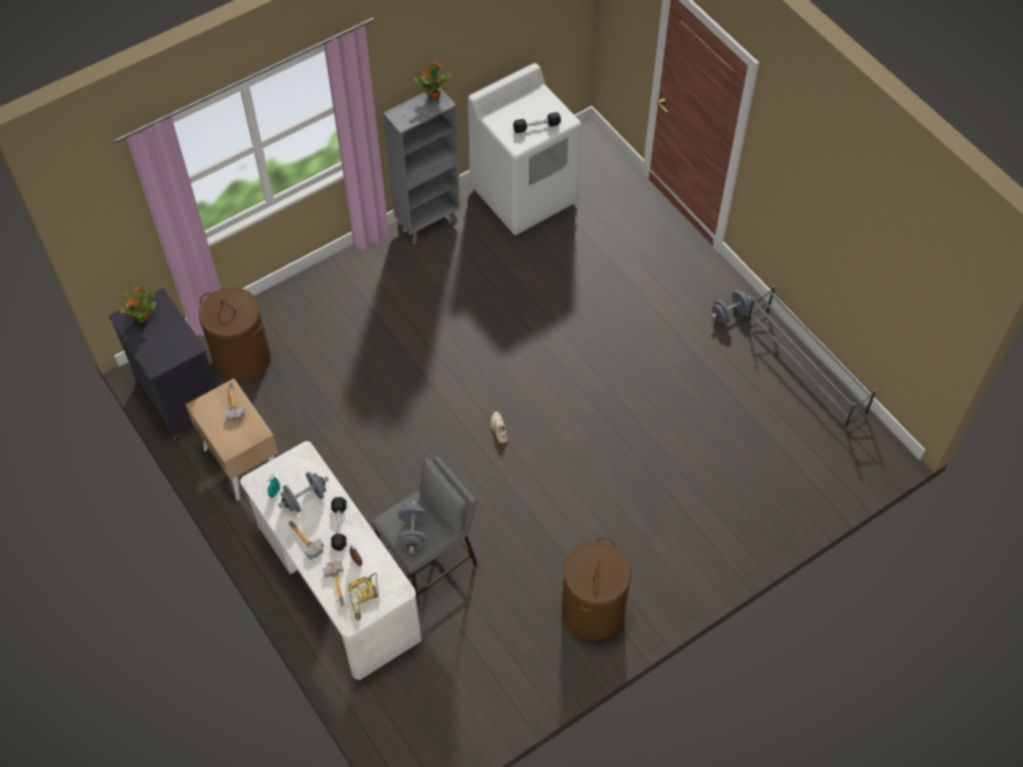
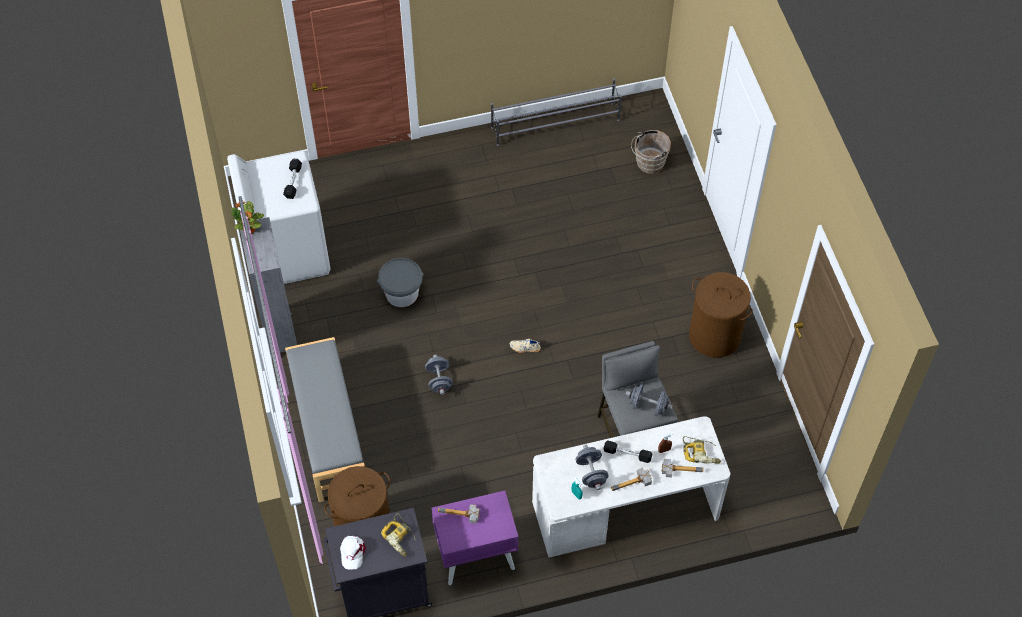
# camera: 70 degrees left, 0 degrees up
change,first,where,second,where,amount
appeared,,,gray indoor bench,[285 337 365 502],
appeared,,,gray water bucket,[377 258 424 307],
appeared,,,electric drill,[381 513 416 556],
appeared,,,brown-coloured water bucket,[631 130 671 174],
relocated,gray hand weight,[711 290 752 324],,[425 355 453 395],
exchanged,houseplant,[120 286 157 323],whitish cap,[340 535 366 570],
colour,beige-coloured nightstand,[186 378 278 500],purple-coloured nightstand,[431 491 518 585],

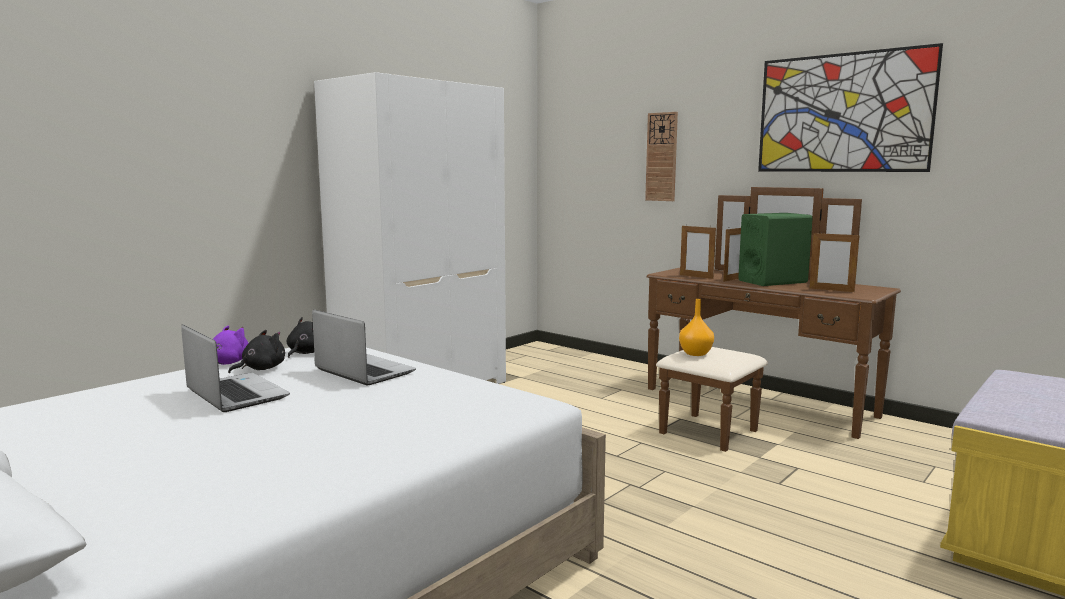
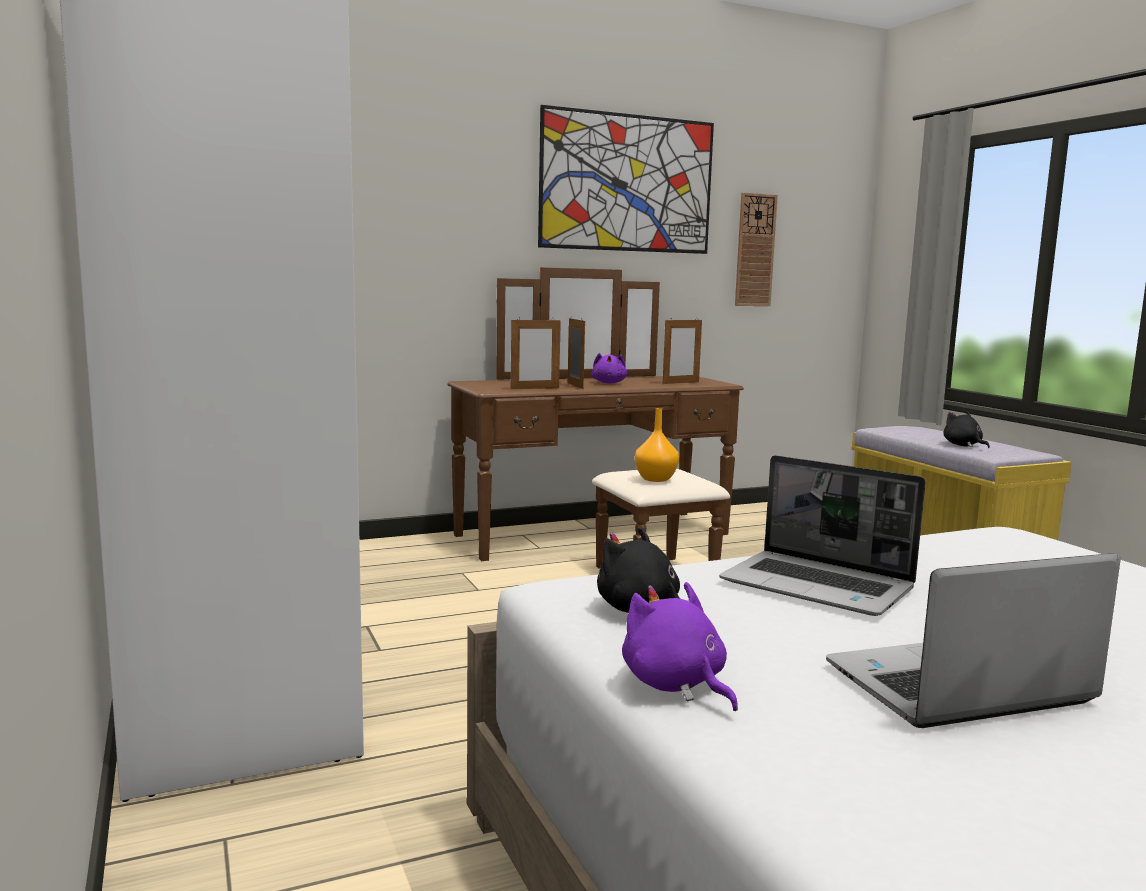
# camera: 65 degrees left, 0 degrees up
change,first,where,second,where,amount
relocated,black cuddly toy,[228 330 285 373],,[943 411 990 448],
relocated,clock on the wall,[645 112 678 201],,[735 192 778 306],
exchanged,green-coloured speaker,[738 213 813 286],purple-coloured cuddly toy,[592 353 627 383],
spun,portable computer,[312 310 416 385],,[719 455 926 616],120 degrees counterclockwise

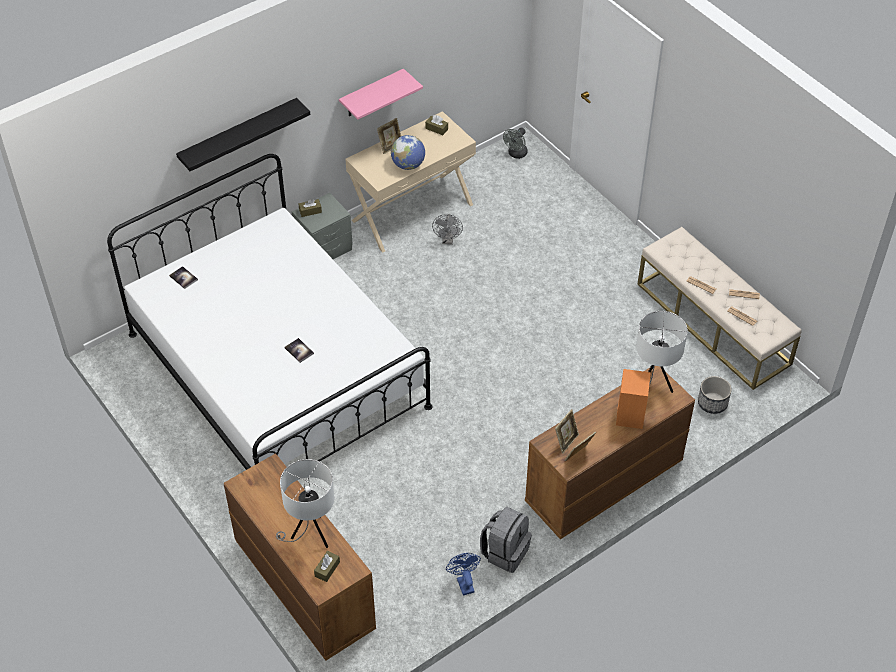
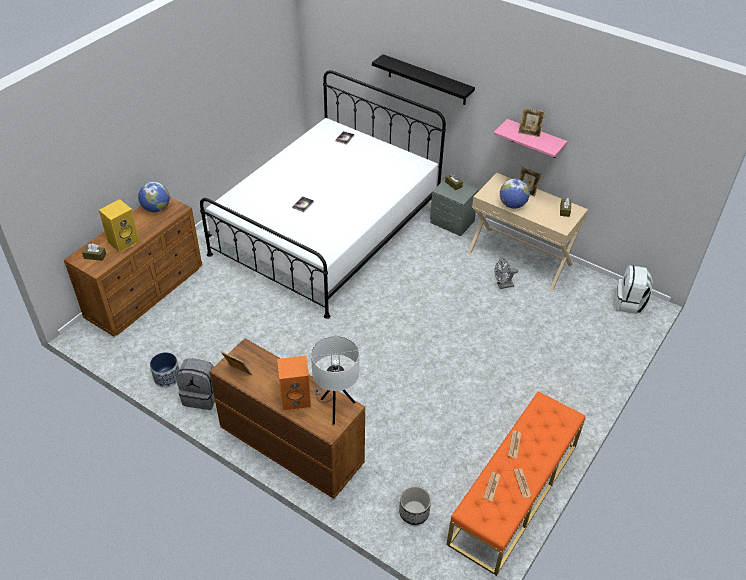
# camera: 70 degrees right, 5 degrees down
change,first,where,second,where,amount
appeared,,,desk globe,[138 182 170 212],
relocated,photo frame,[555 409 579 454],,[518 108 545 137],
exchanged,whitish tabletop lamp,[276 459 334 548],yellow speaker,[99 199 140 252],
exchanged,blue-coloured electric fan,[446 553 481 596],planter,[150 352 179 388],
exchanged,gray electric fan,[503 128 528 159],whitish backpack,[615 265 653 314],
colour,beige-coloured indoor bench,[637 227 802 390],orange-coloured indoor bench,[447 391 586 576],

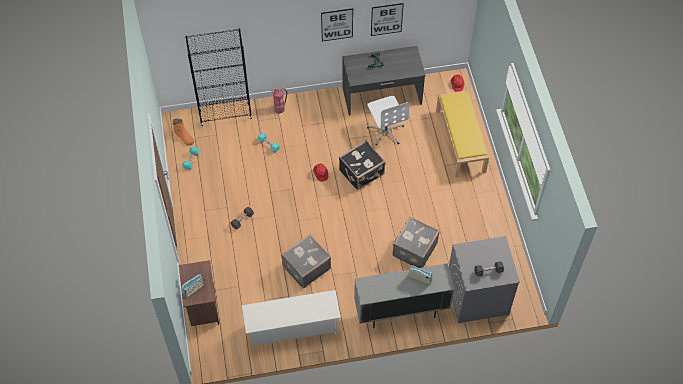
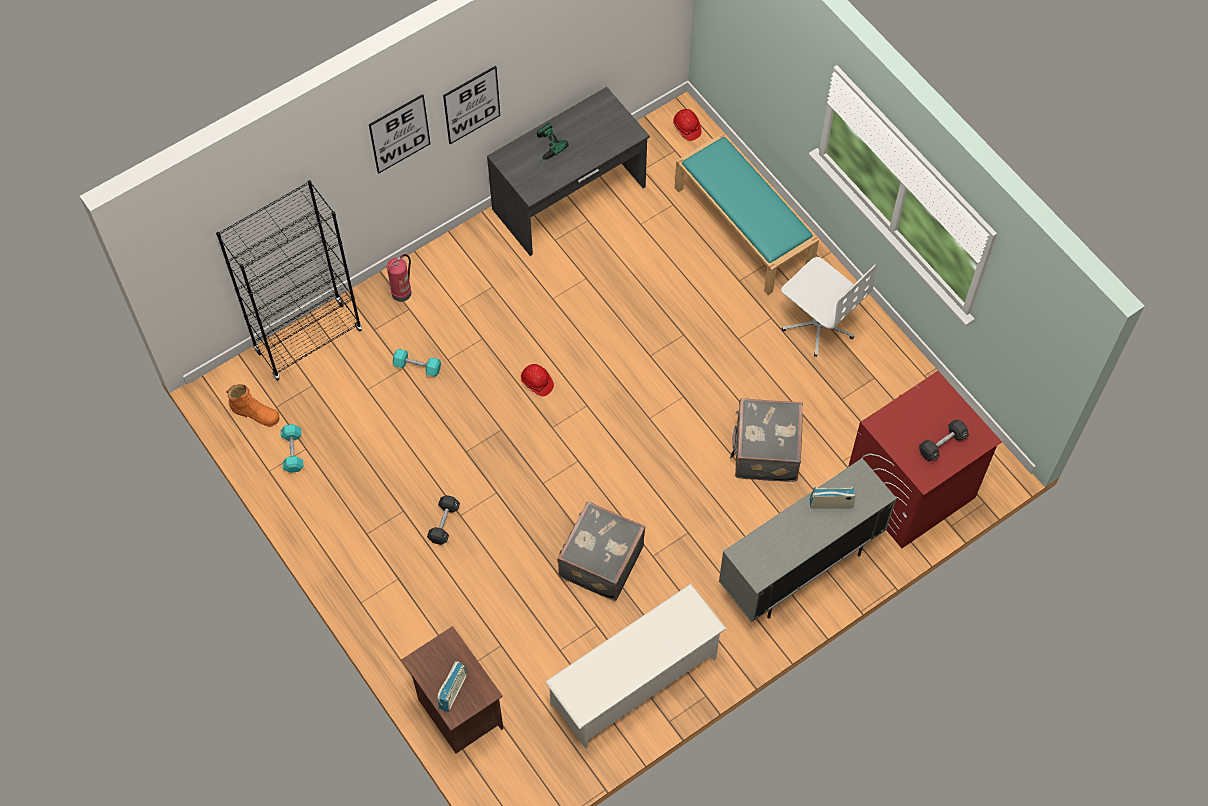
# camera: 25 degrees left, 5 degrees up
change,first,where,second,where,amount
missing,black travel case,[339 140 386 190],,,
relocated,whitish computer chair,[367 96 409 145],,[781 257 876 357],
relocated,picture,[371 3 404 36],,[369 94 430 174],
colour,yellow indoor bench,[436 90 489 177],turquoise-coloured indoor bench,[675 133 819 295],
colour,gray laundry appliance,[449 236 520 323],reddish laundry appliance,[848 371 1002 548],

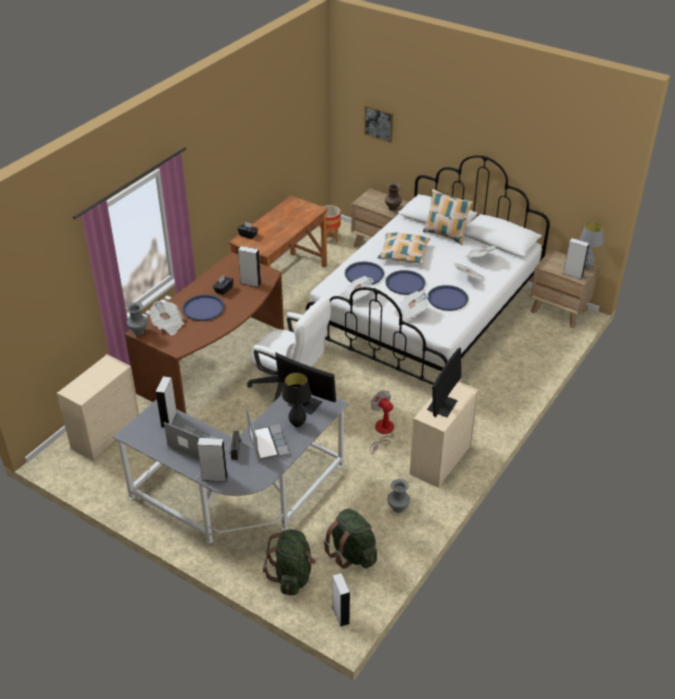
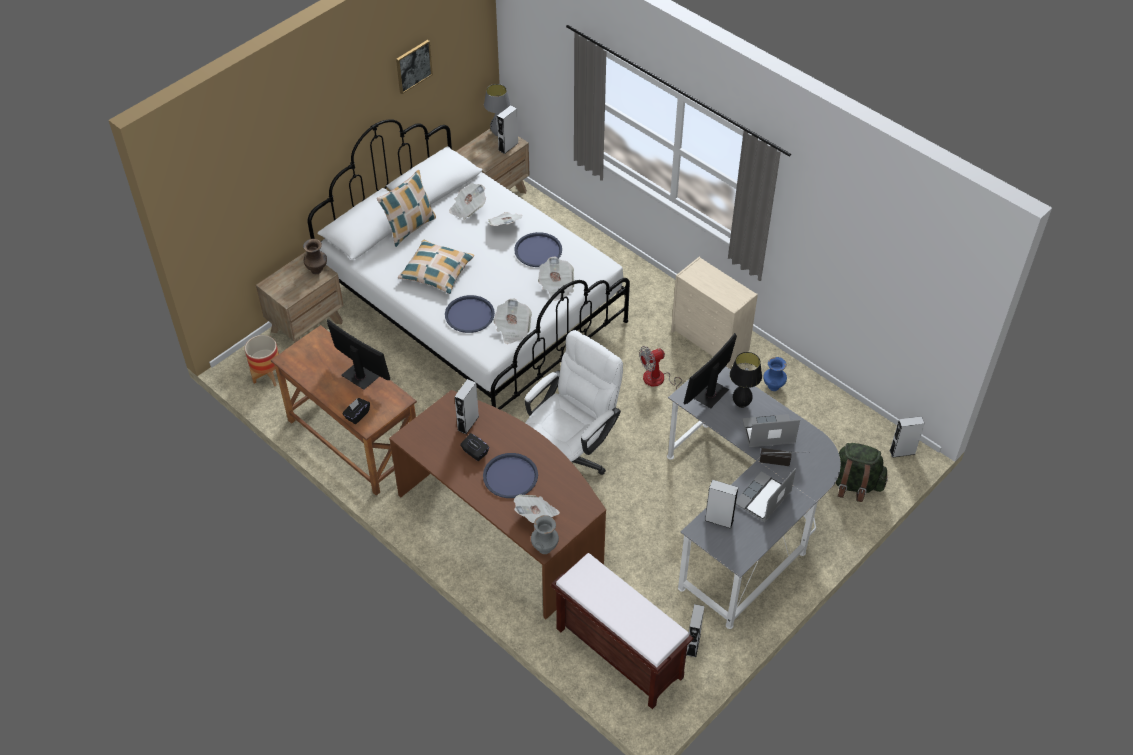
# camera: 80 degrees left, 10 degrees up
change,first,where,second,where,amount
missing,green-coloured backpack,[324 508 377 569],,,
missing,blue-coloured carrying tray,[385 270 425 295],,,
relocated,gray speaker,[197 438 228 482],,[686 604 705 657],
relocated,picture,[364 105 393 143],,[396 40 433 94],
relocated,monitor,[427 347 461 417],,[327 319 390 390],
exchanged,beige-coloured drawer chest,[57 354 139 462],brown-coloured indoor bench,[551 553 693 709],
colour,gray flower vase,[387 479 410 513],blue-coloured flower vase,[763 357 787 391],

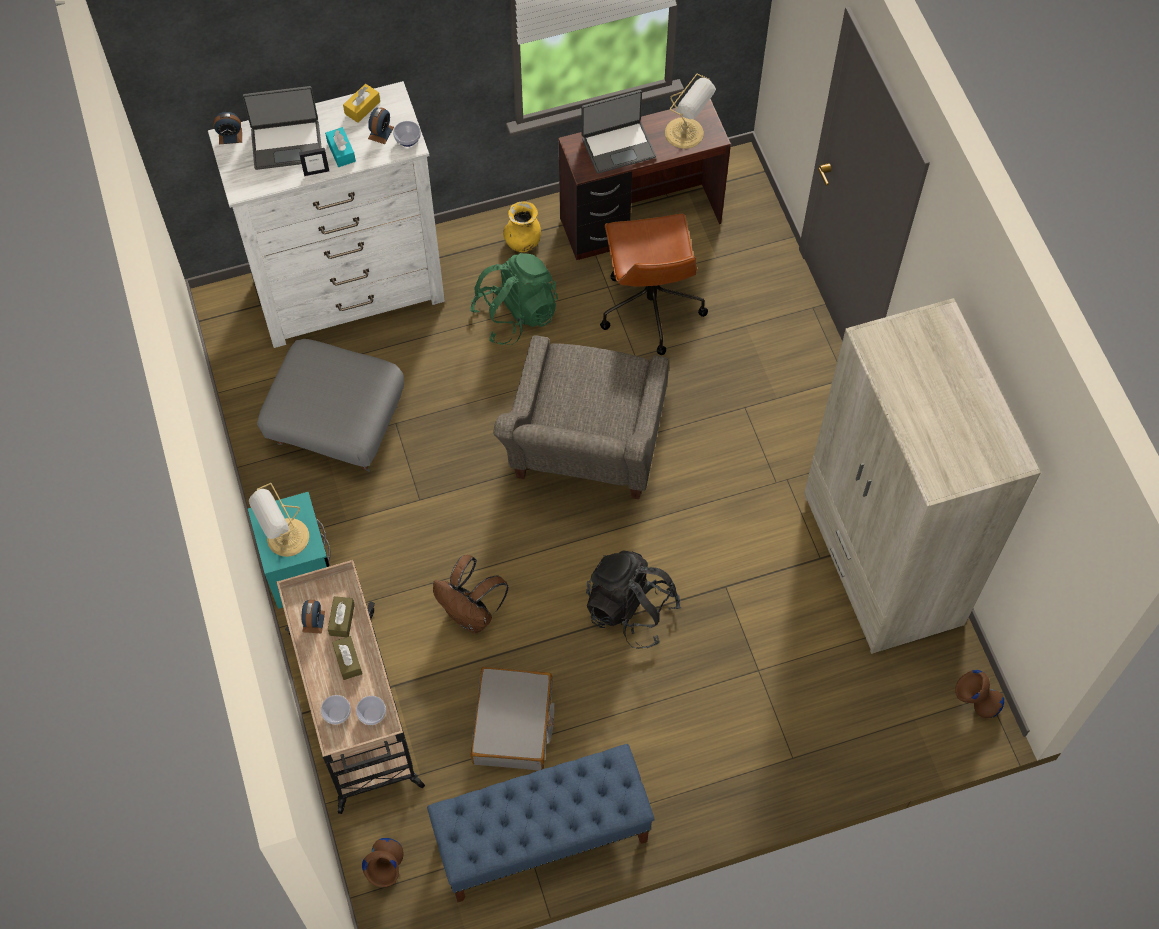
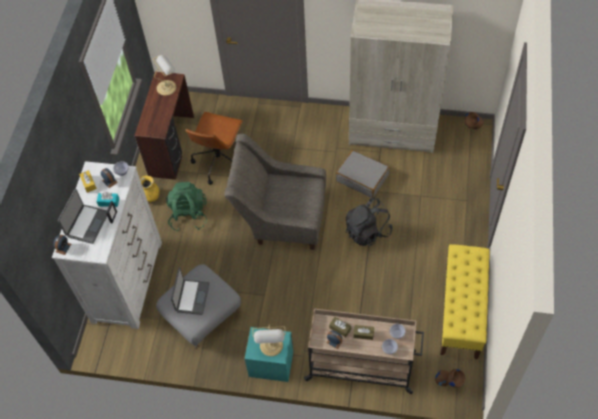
# camera: 60 degrees left, 5 degrees down
change,first,where,second,where,amount
missing,brown-coloured backpack,[433 555 509 633],,,
relocated,gray travel case,[471 667 554 770],,[336 150 390 198],
relocated,portable computer,[582 90 656 174],,[171 267 210 315],
colour,blue-coloured indoor bench,[427 744 655 903],yellow indoor bench,[440 244 490 359],
spun,gray armchair,[493 335 669 499],,[224 134 326 250],150 degrees clockwise
spun,brown-coloured computer chair,[600 214 708 355],,[185 112 243 185],90 degrees clockwise

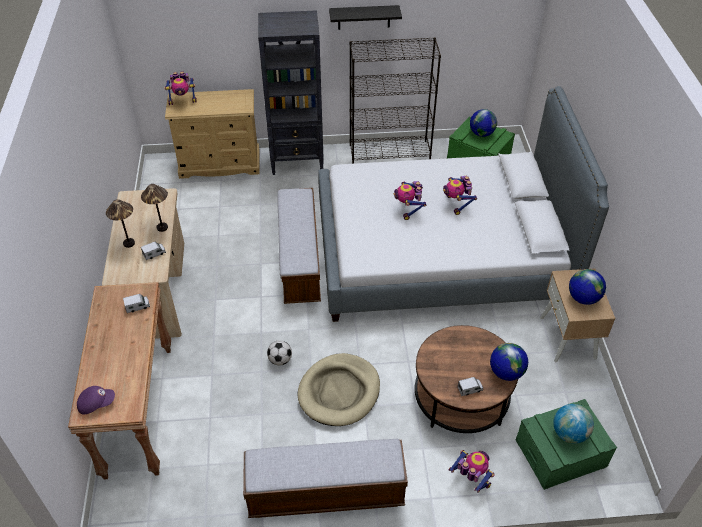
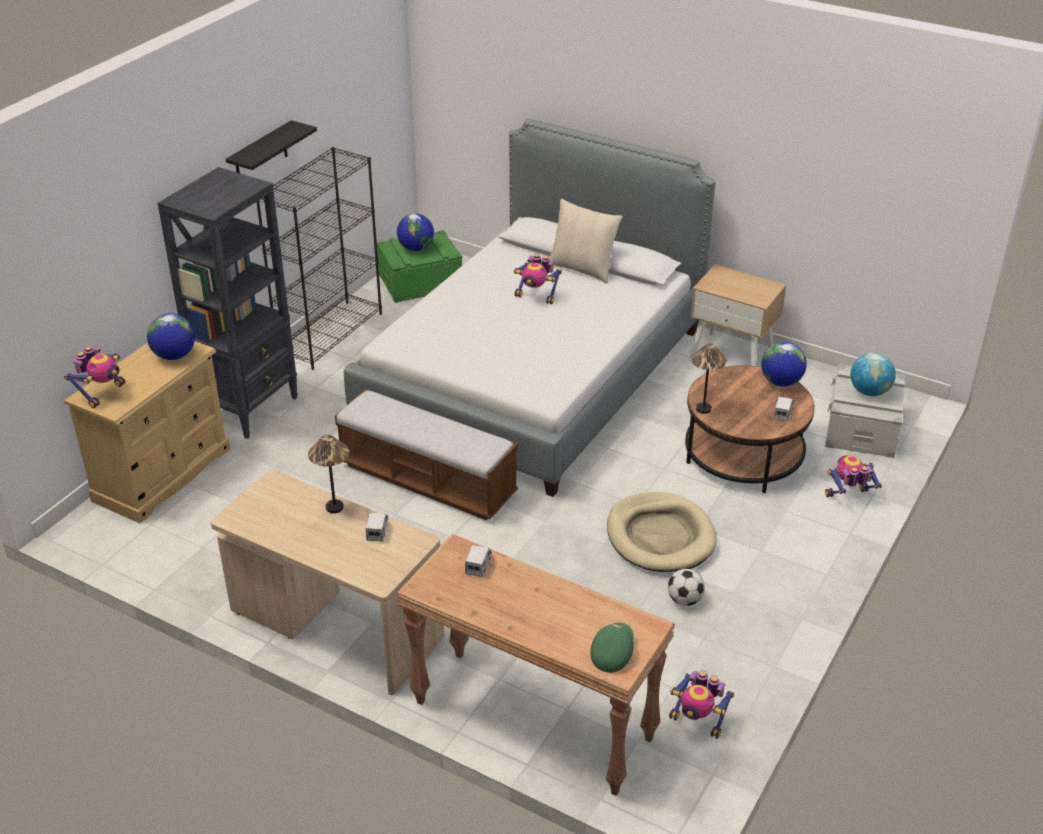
# camera: 55 degrees left, 10 degrees down
change,first,where,second,where,amount
missing,indoor bench,[243 439 408 518],,,
appeared,,,beige-coloured throw pillow,[549 199 622 283],
relocated,tabletop lamp,[106 199 135 248],,[691 344 727 414],
relocated,football,[267 340 292 365],,[668 569 705 606],
relocated,model robot,[394 181 427 220],,[669 671 734 739],
relocated,desk globe,[569 269 606 305],,[147 313 195 360],
colour,purple-coloured cap,[77 386 115 414],green-coloured cap,[590 622 634 673],
colour,green-coloured storage container,[516 399 617 490],gray storage container,[825 364 905 458],

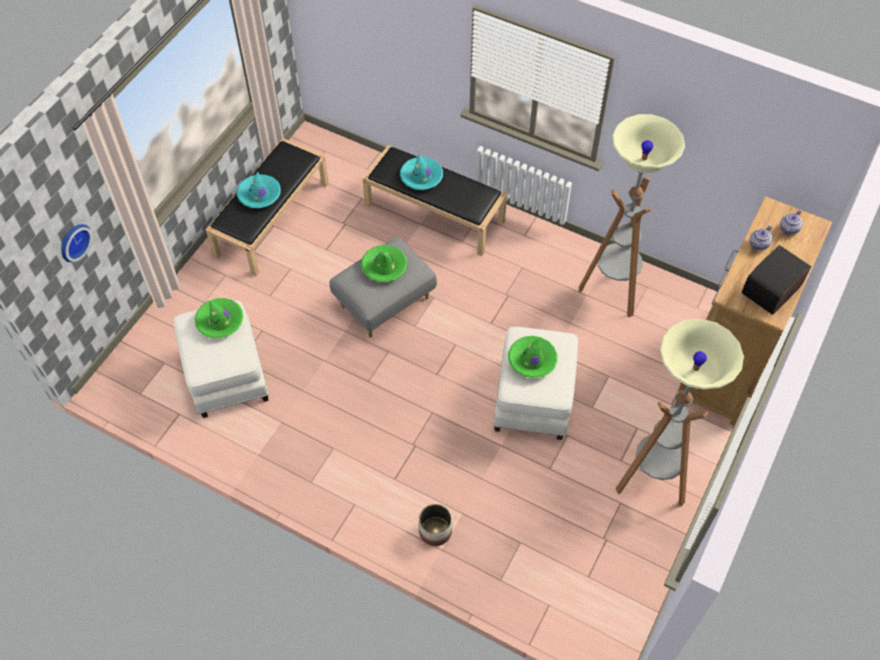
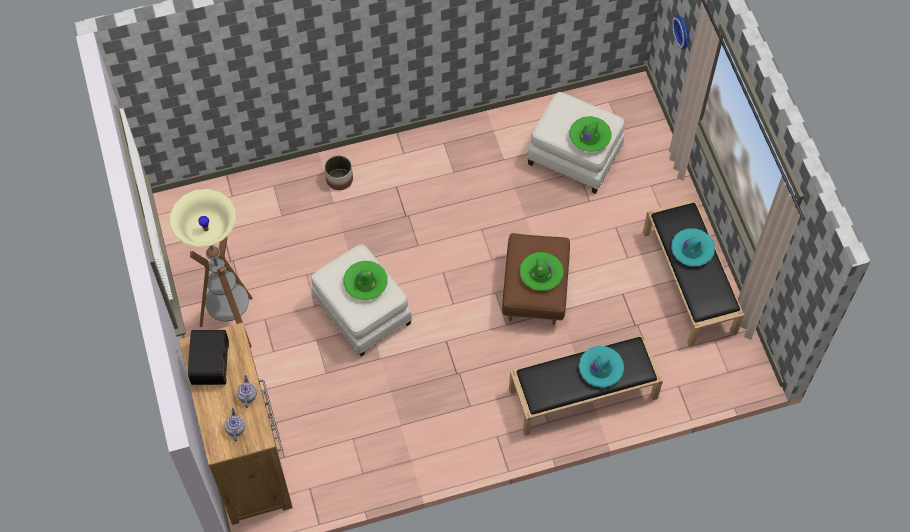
# camera: 135 degrees right, 5 degrees up
change,first,where,second,where,amount
missing,standard lamp,[579 114 685 318],,,
colour,gray footrest,[330 237 437 338],brown-coloured footrest,[502 233 570 325],

